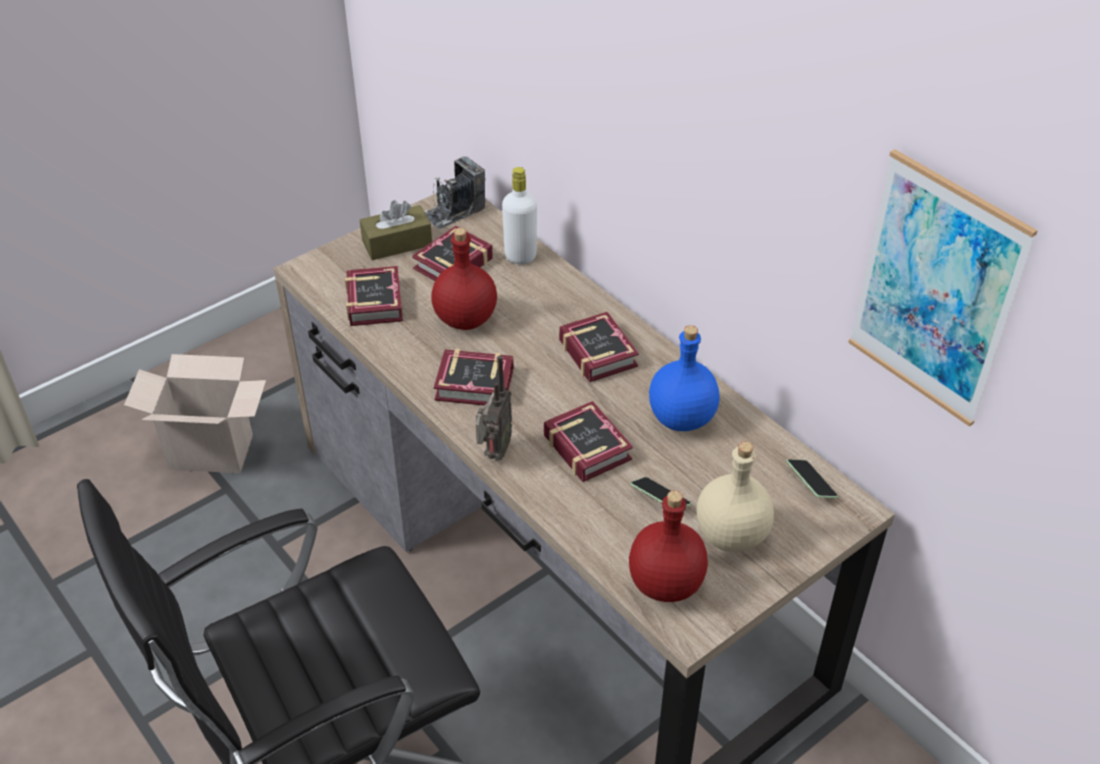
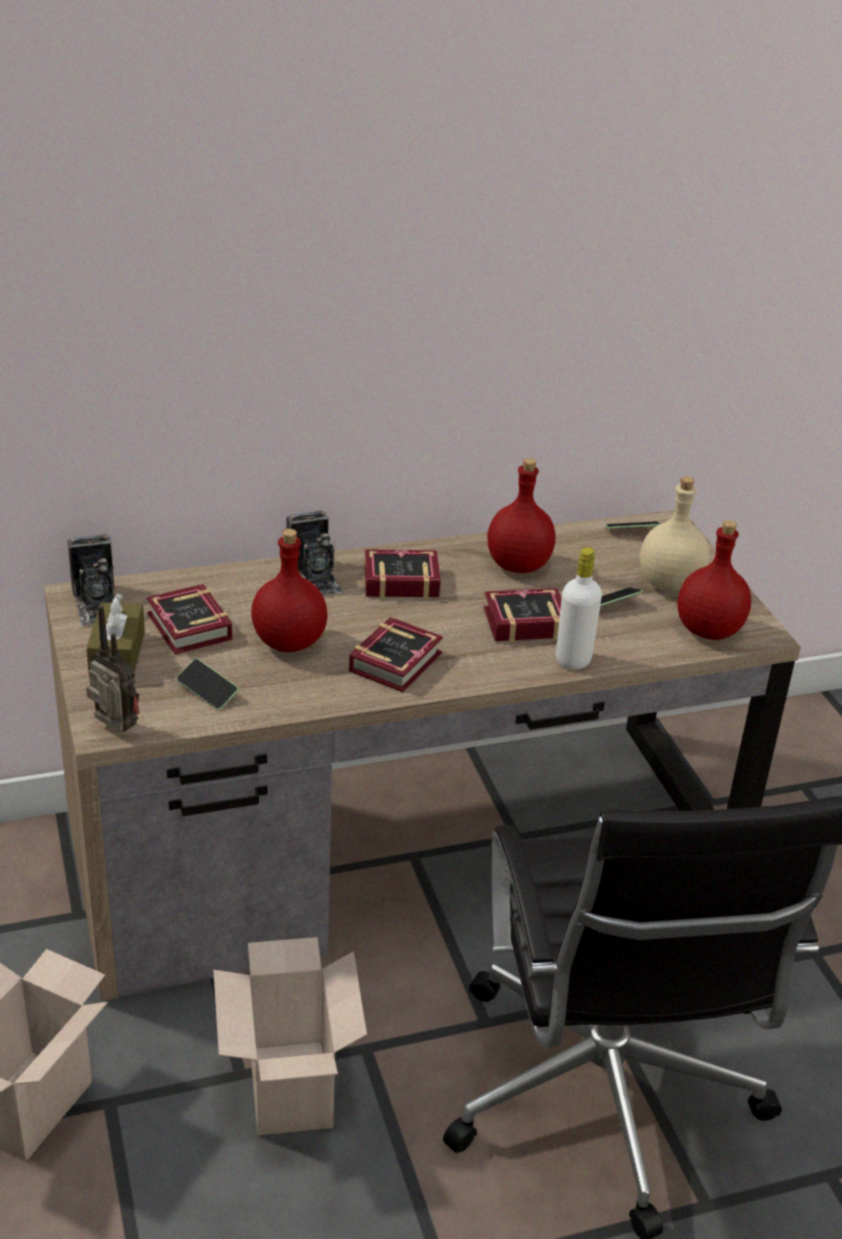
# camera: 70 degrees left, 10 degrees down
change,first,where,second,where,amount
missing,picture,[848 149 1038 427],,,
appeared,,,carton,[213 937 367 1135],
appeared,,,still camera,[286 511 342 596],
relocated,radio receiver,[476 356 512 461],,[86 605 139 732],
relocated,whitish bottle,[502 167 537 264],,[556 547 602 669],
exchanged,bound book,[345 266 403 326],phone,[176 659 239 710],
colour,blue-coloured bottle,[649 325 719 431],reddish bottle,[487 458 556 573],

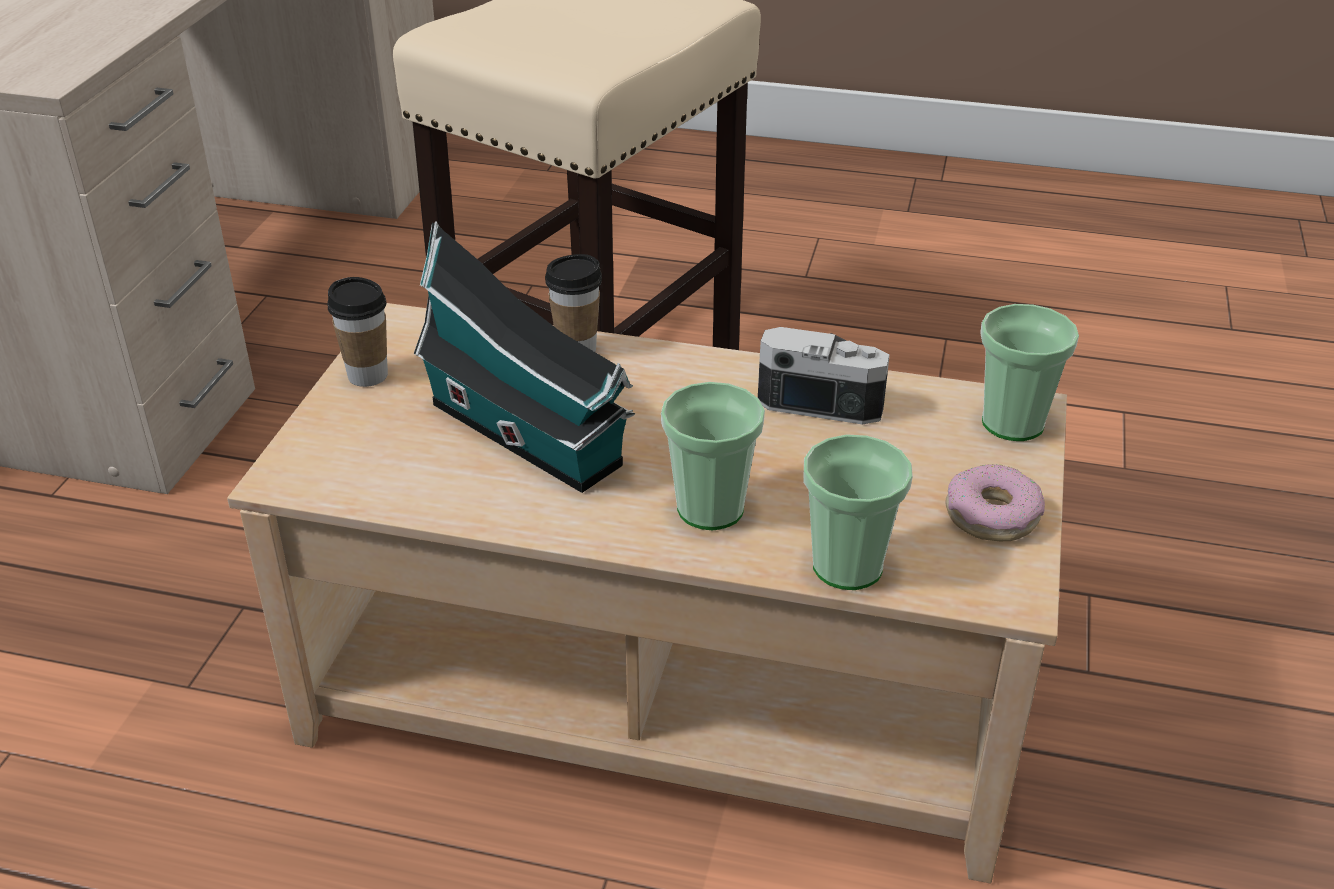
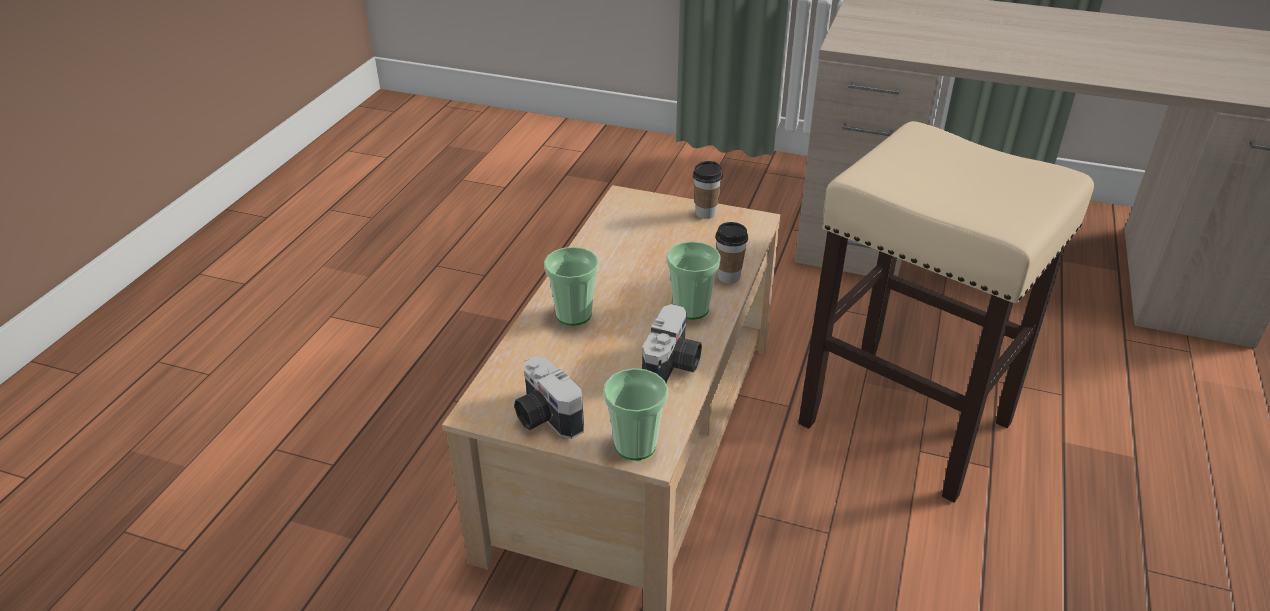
# camera: 95 degrees right, 0 degrees up
change,first,where,second,where,amount
missing,toy house,[414 221 635 493],,,
relocated,cup,[803 434 913 590],,[666 241 721 320],
exchanged,donut,[945 464 1045 541],still camera,[514 356 584 439],

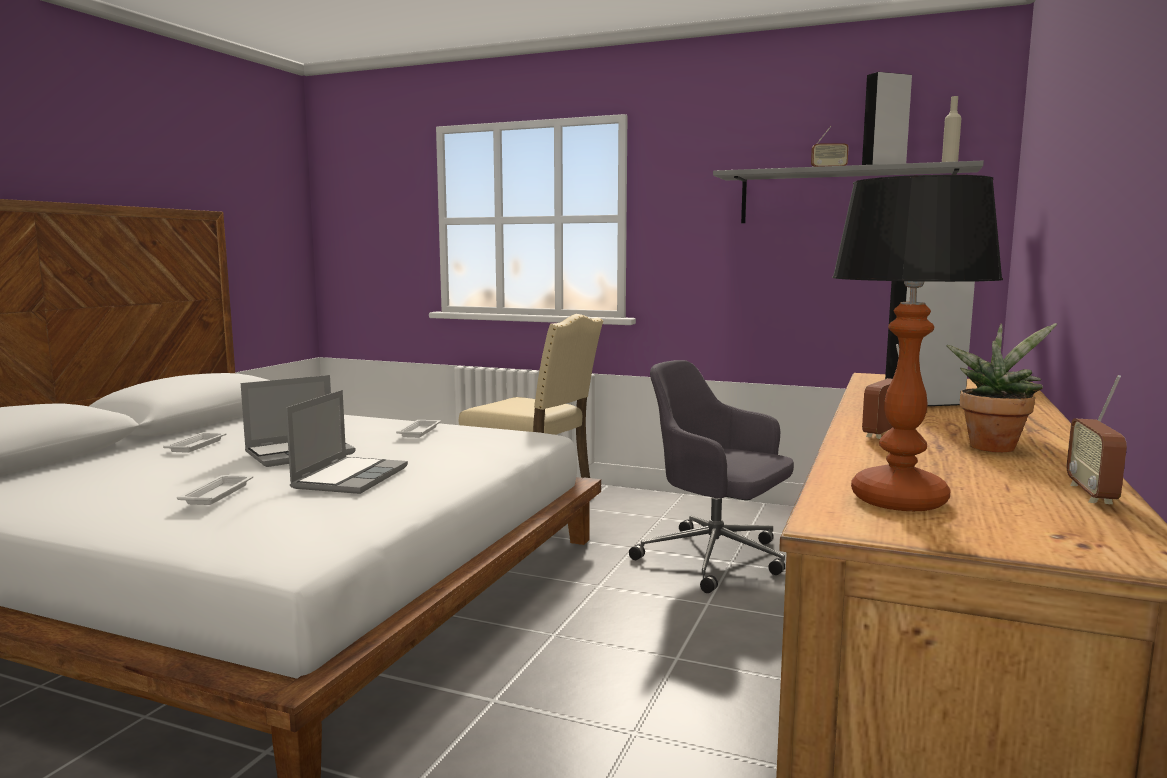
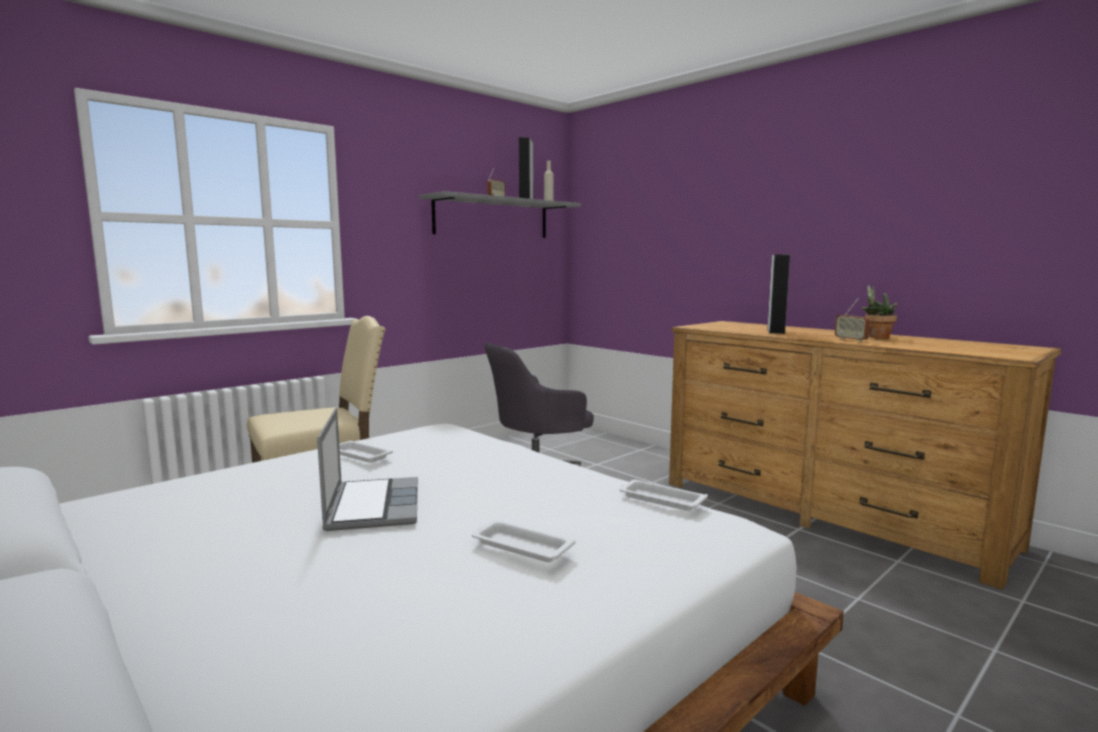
# camera: 65 degrees left, 0 degrees up
change,first,where,second,where,amount
missing,portable computer,[286 390 408 494],,,
missing,tabletop lamp,[832 175 1003 511],,,
missing,radio receiver,[1067 375 1127 504],,,
relocated,whitish carrying tray,[163 432 226 453],,[619 480 708 511],

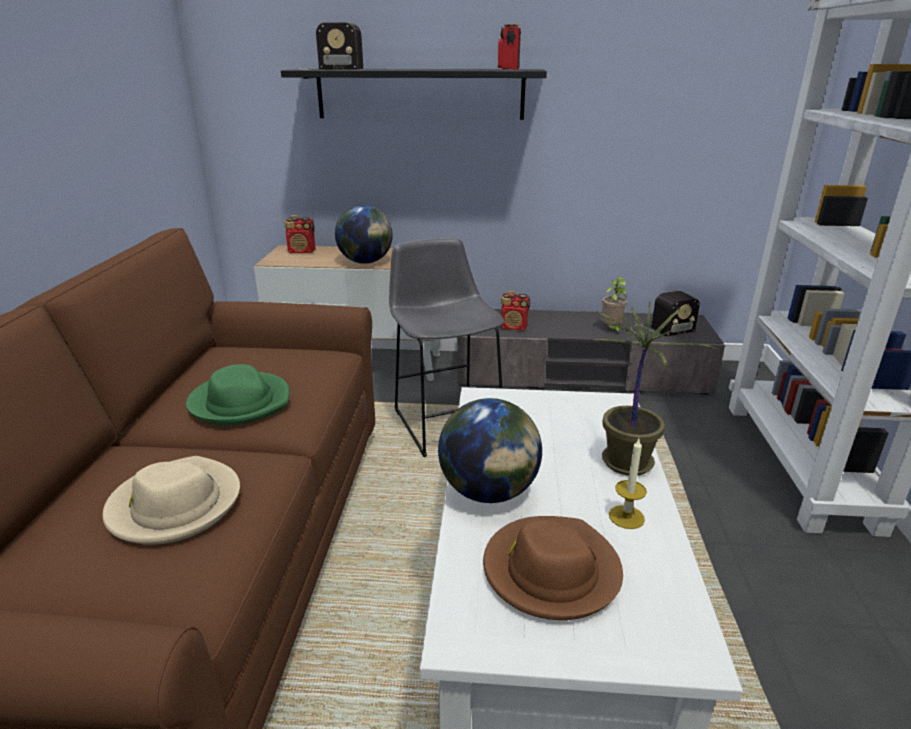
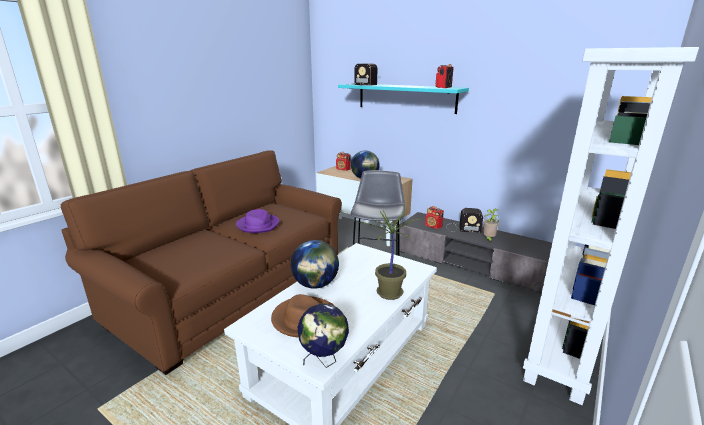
# camera: 30 degrees right, 5 degrees down
change,first,where,second,where,amount
missing,beige-coloured hat,[102 456 240 545],,,
missing,candle,[609 439 647 529],,,
appeared,,,desk globe,[298 303 349 368],
relocated,radio receiver,[631 291 700 339],,[446 208 483 233],
colour,green-coloured hat,[186 364 290 425],purple-coloured hat,[236 209 279 233],
colour,black bracket shelf,[281 69 547 120],turquoise-coloured bracket shelf,[338 83 469 114],

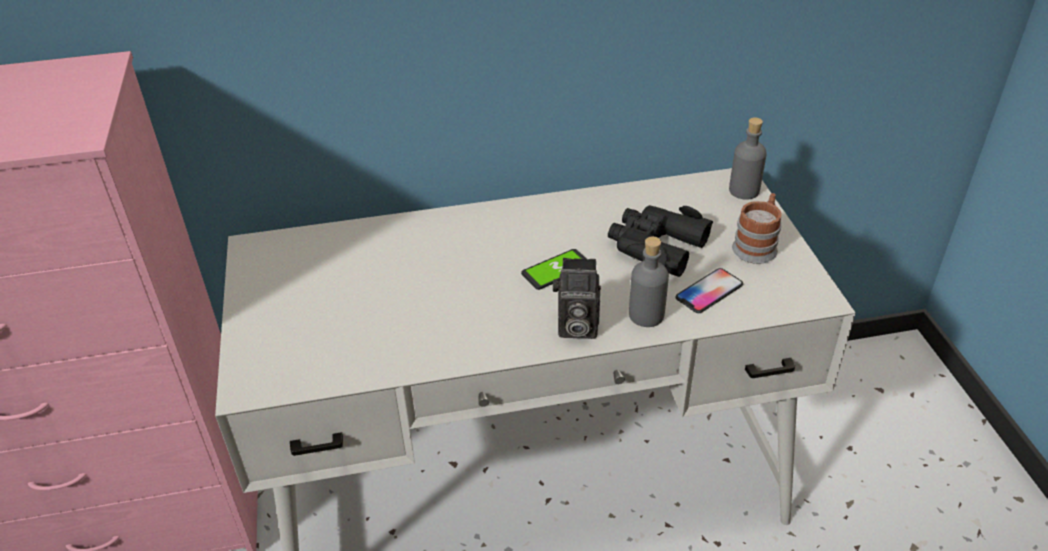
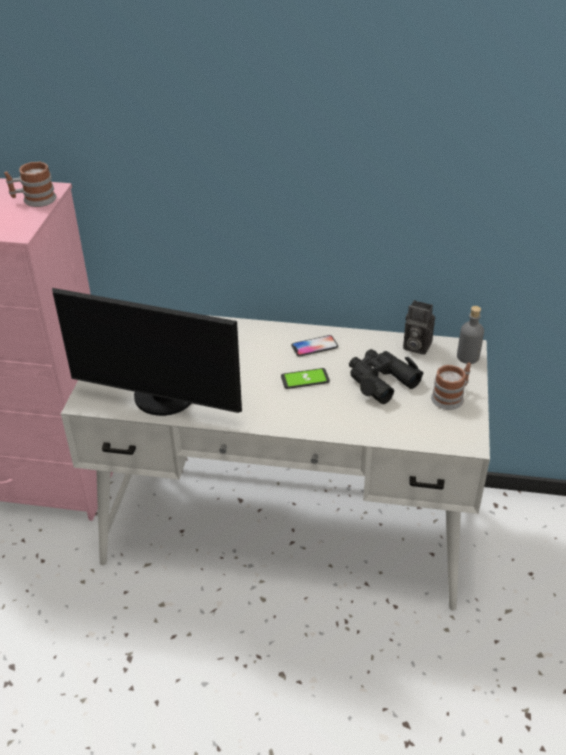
# camera: 20 degrees right, 0 degrees up
change,first,where,second,where,amount
missing,gray bottle,[629 236 669 327],,,
appeared,,,mug,[4 161 57 207],
appeared,,,monitor,[52 288 242 416],
relocated,still camera,[553 258 601 339],,[403 300 435 355],
relocated,phone,[675 268 743 313],,[291 335 338 357],

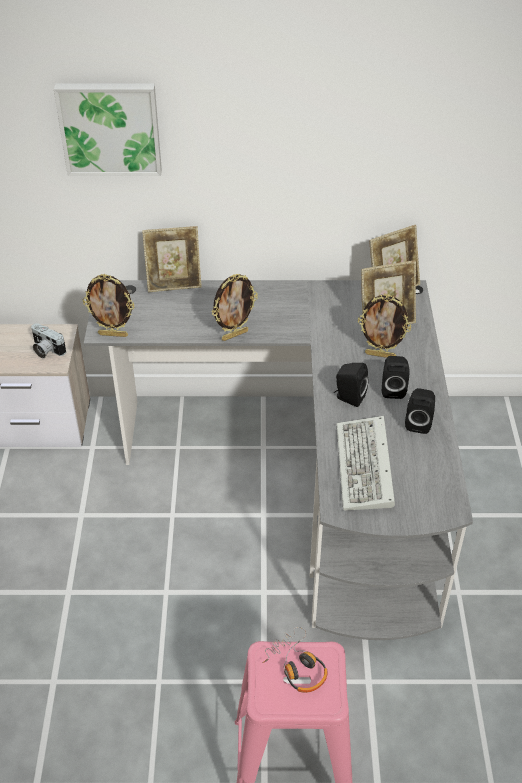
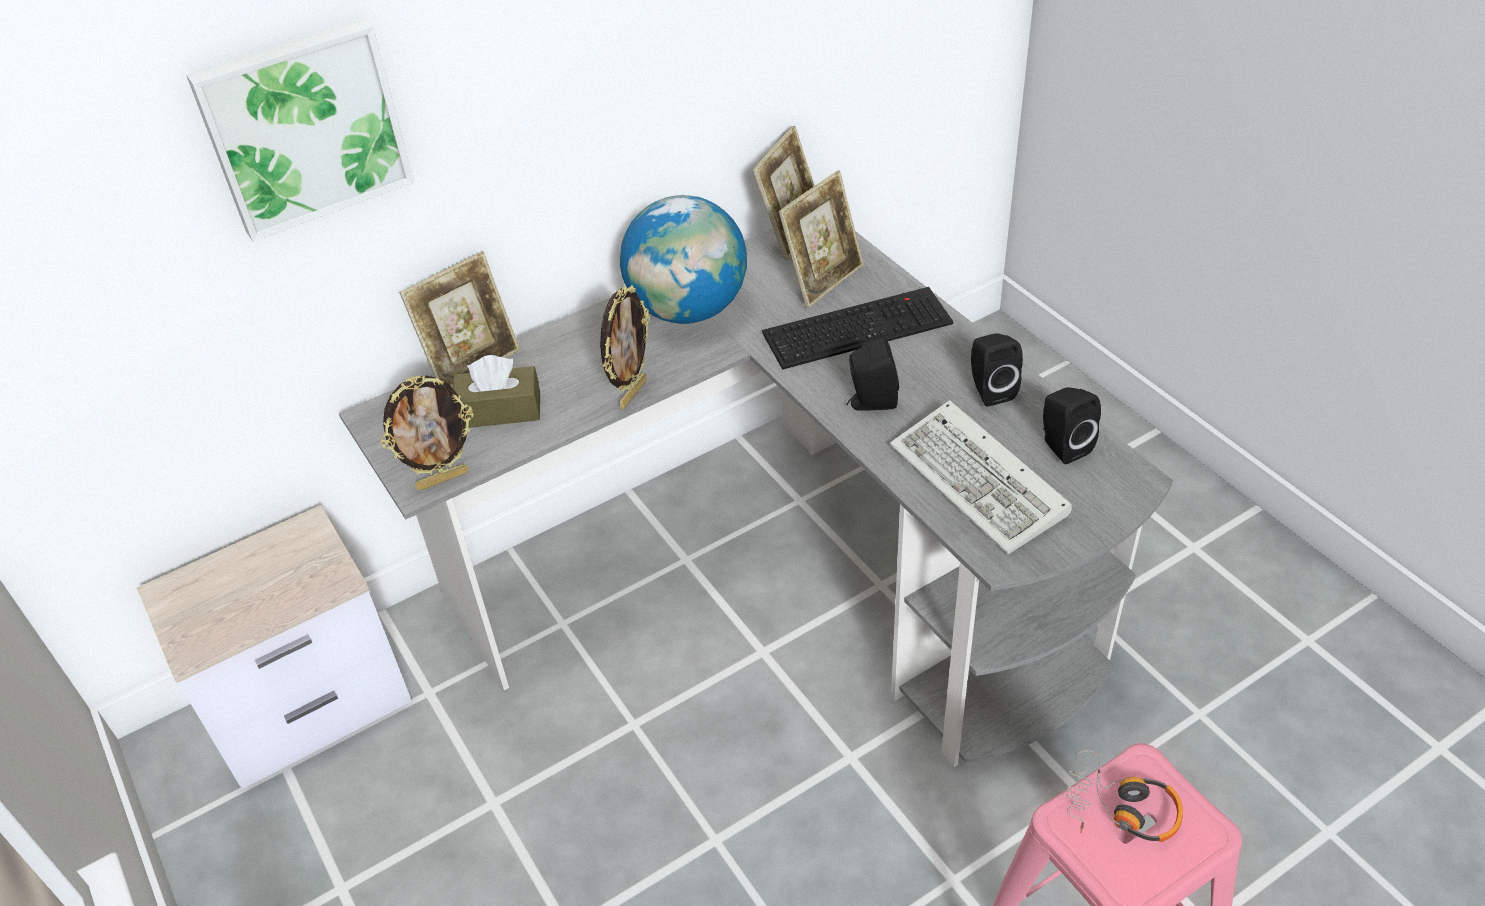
# camera: 30 degrees left, 0 degrees up
change,first,where,second,where,amount
missing,still camera,[31 323 66 358],,,
appeared,,,brown-coloured tissue box,[453 355 540 428],
appeared,,,desk globe,[620 195 747 324],
relocated,black speaker,[382 356 410 399],,[1043 387 1101 464],
exchanged,photo frame,[358 294 411 358],computer keyboard,[762 287 953 370],

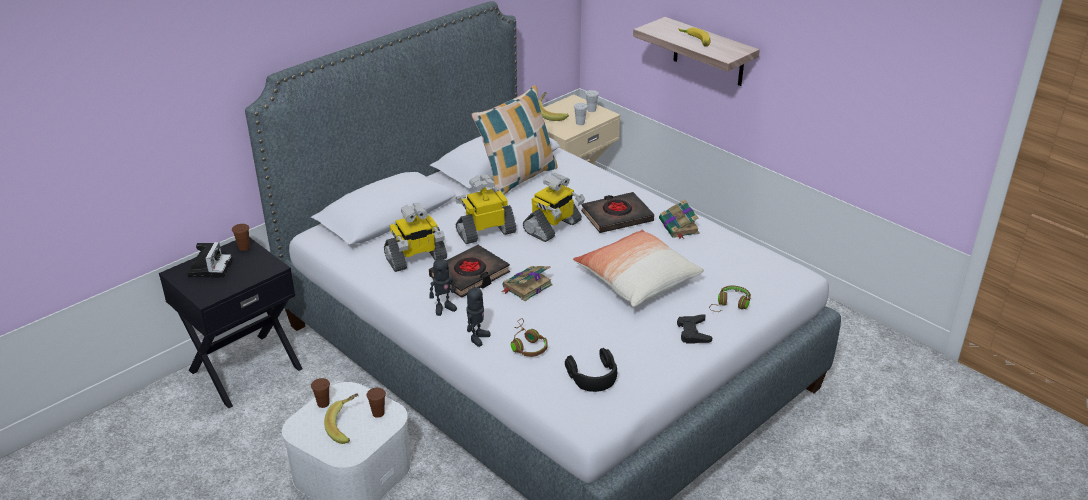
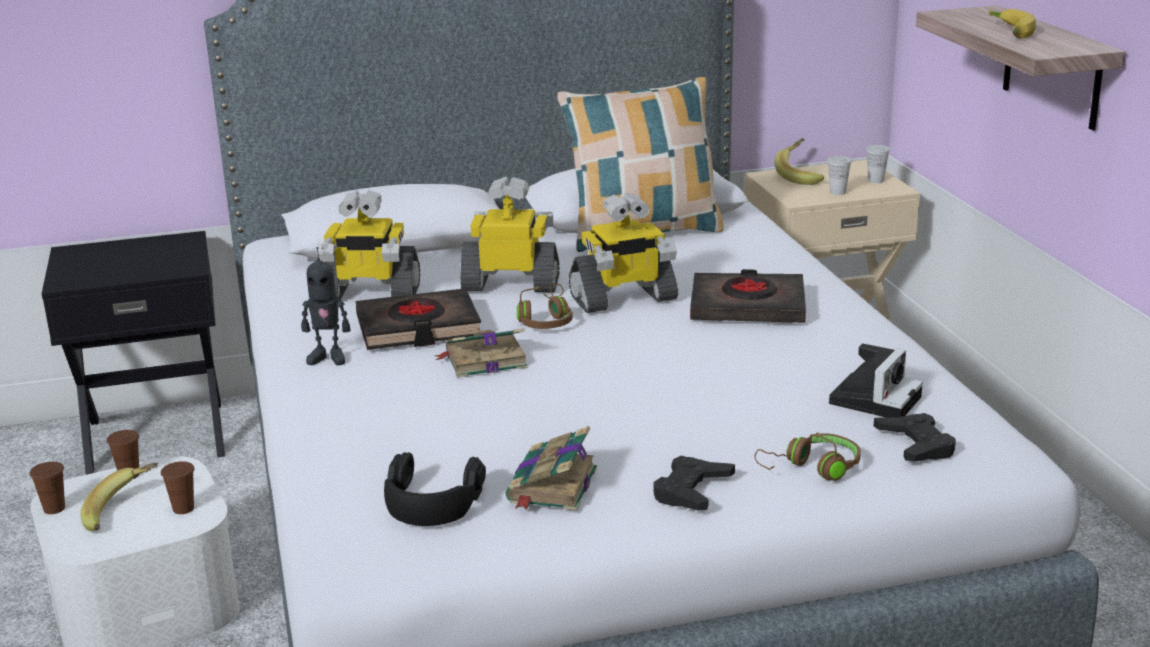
# camera: 30 degrees right, 10 degrees down
change,first,where,second,where,amount
missing,model robot,[466 281 491 347],,,
missing,throw pillow,[573 230 704 307],,,
appeared,,,black gamepad,[874 413 956 462],
relocated,still camera,[187 242 232 278],,[829 343 923 418],
relocated,brown-coloured cup,[232 224 250 251],,[30 462 65 514],
relocated,brown-coloured headset,[511 318 548 357],,[517 284 573 329],
relocated,bound book,[659 200 700 239],,[506 426 597 510],

